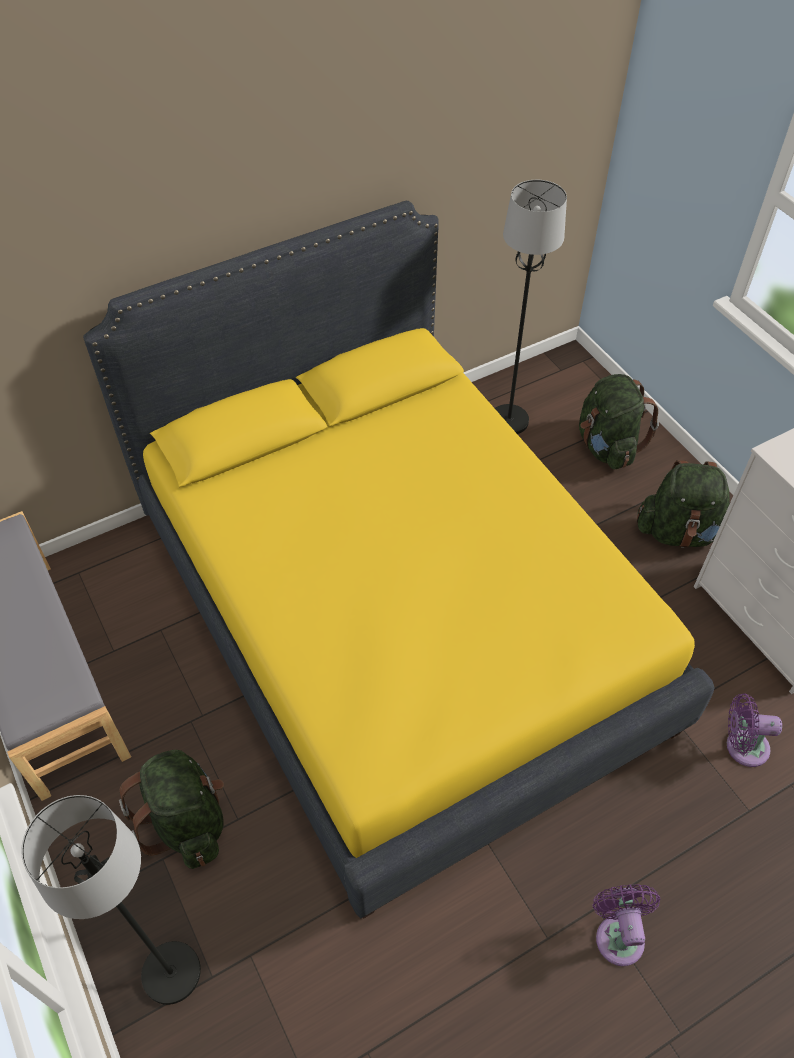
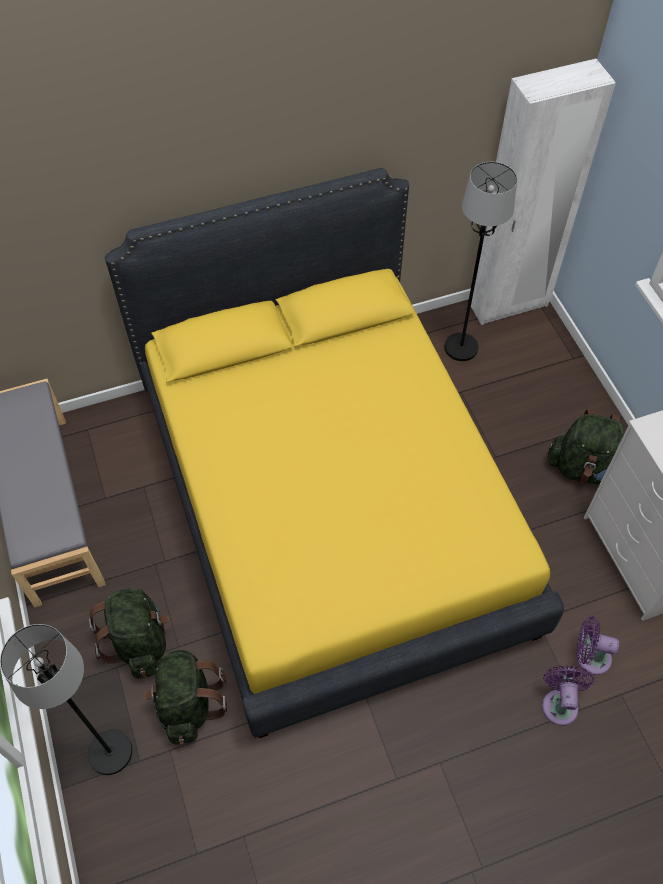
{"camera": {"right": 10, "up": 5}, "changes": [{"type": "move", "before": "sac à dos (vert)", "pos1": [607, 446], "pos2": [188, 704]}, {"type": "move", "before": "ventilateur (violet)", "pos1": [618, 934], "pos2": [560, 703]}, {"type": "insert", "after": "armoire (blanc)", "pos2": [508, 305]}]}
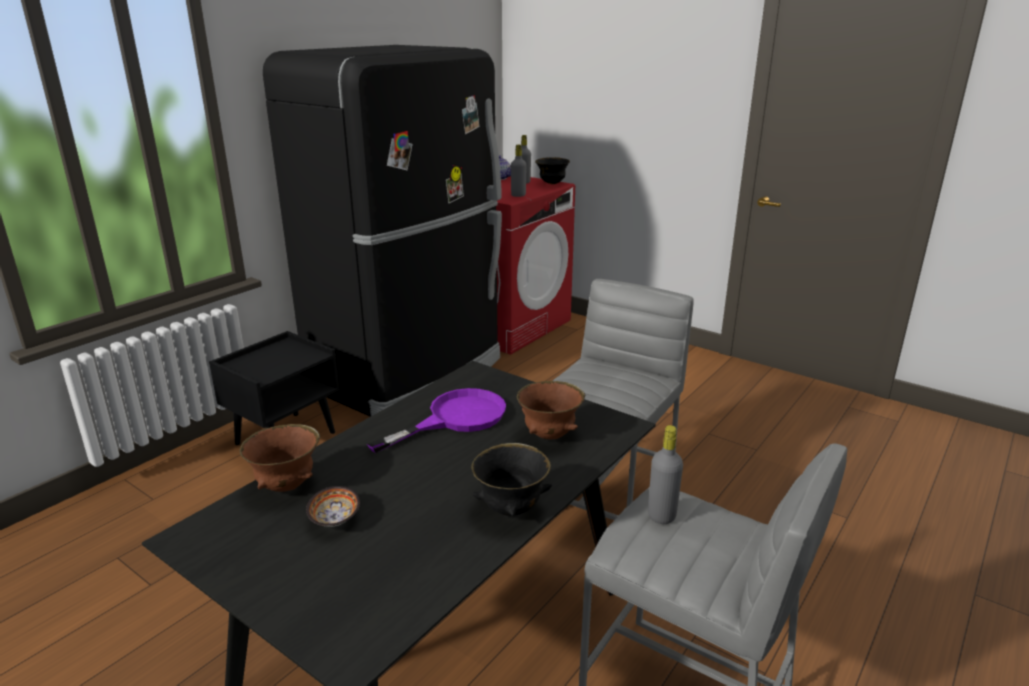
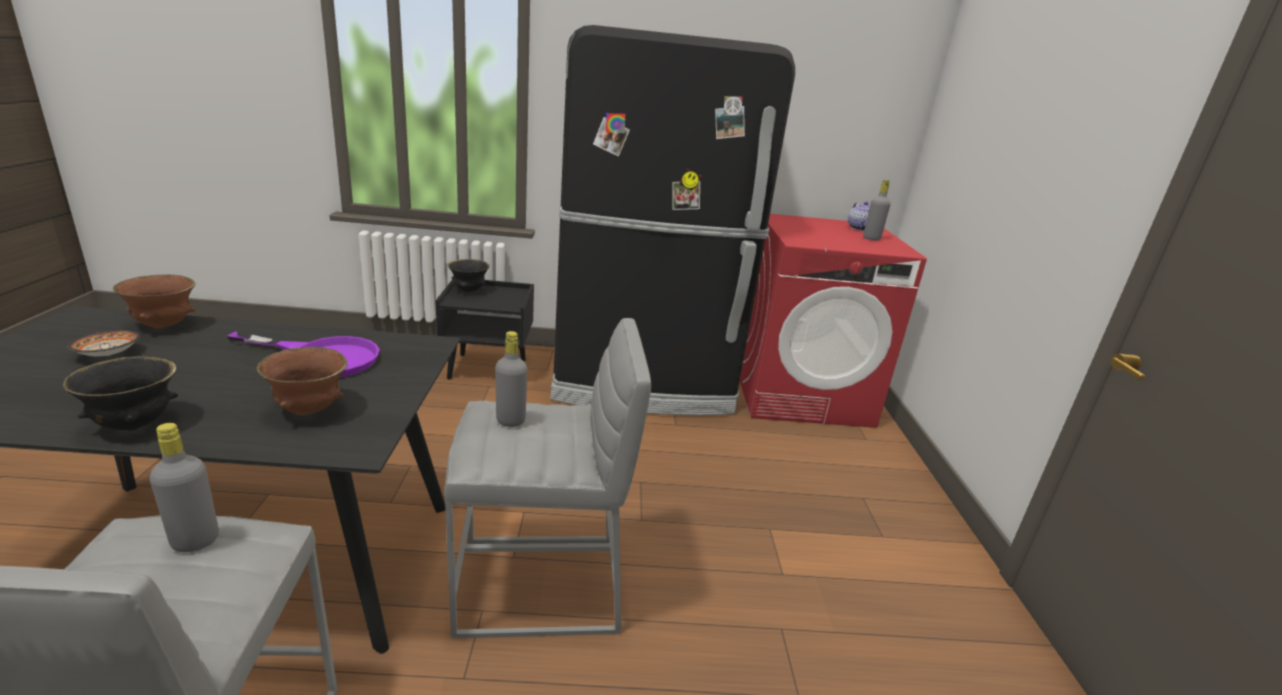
{"camera": {"right": 50, "up": 0}, "changes": [{"type": "move", "before": "bouteille (gris)", "pos1": [518, 195], "pos2": [510, 421]}, {"type": "move", "before": "bol (noir)", "pos1": [552, 183], "pos2": [469, 290]}]}
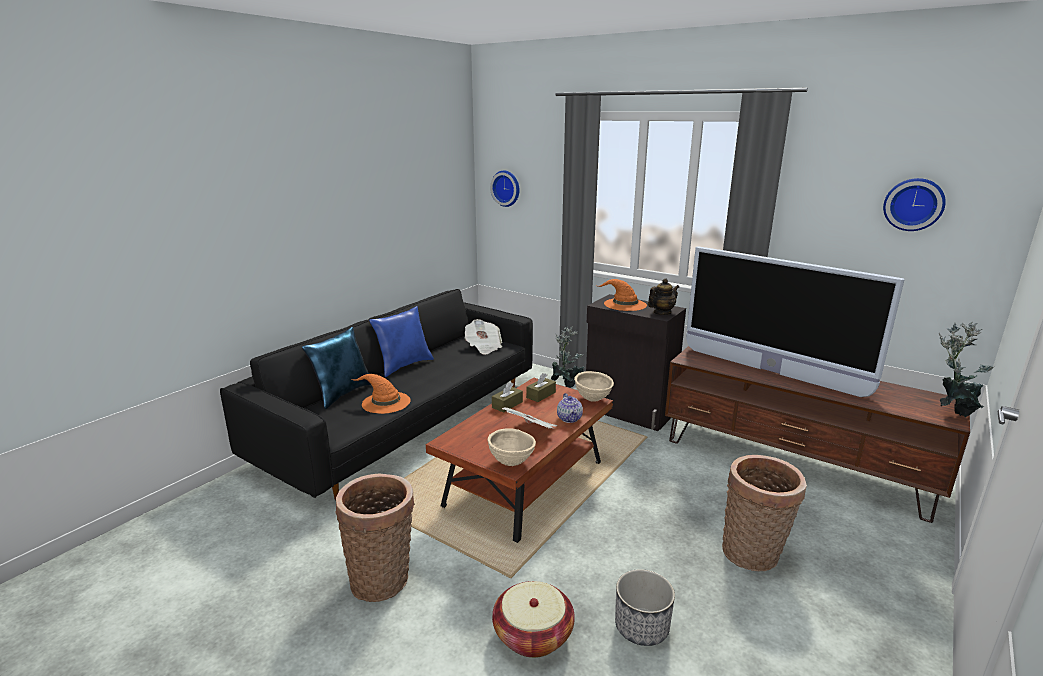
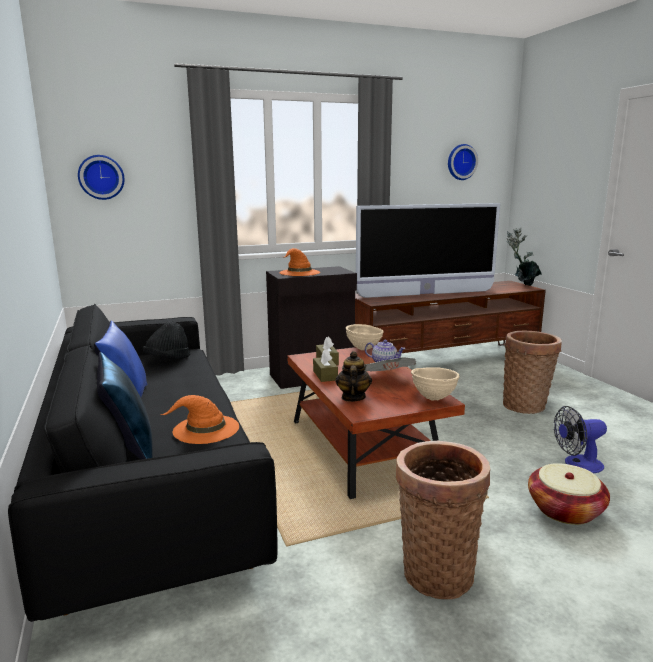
{"camera": {"right": -55, "up": -5}, "changes": [{"type": "move", "before": "théière", "pos1": [661, 313], "pos2": [353, 397]}, {"type": "replace", "before": "journal", "after": "chapeau (noir)", "pos1": [483, 347], "pos2": [167, 359]}, {"type": "delete", "before": "plante en pot", "pos1": [566, 385]}, {"type": "replace", "before": "cache-pot", "after": "ventilateur", "pos1": [641, 627], "pos2": [577, 465]}]}
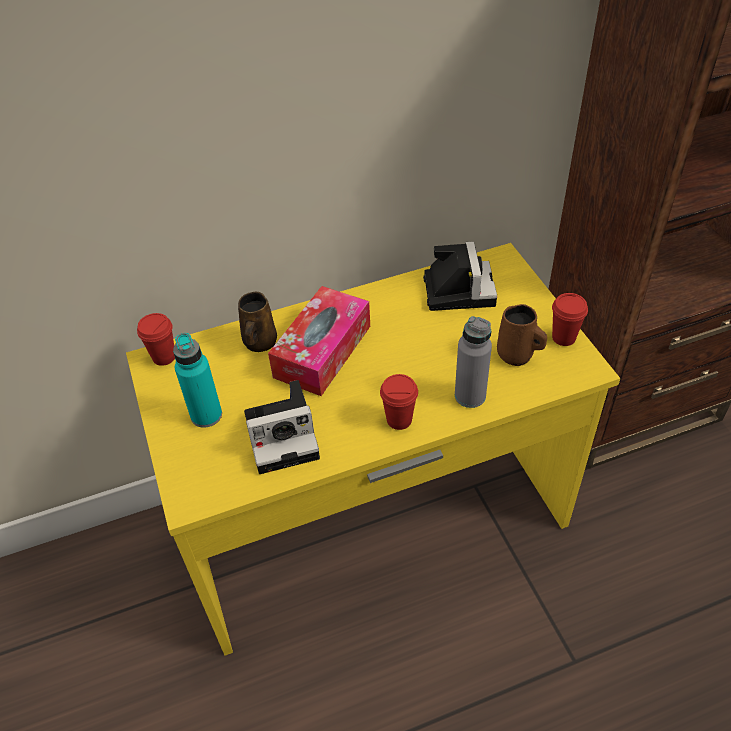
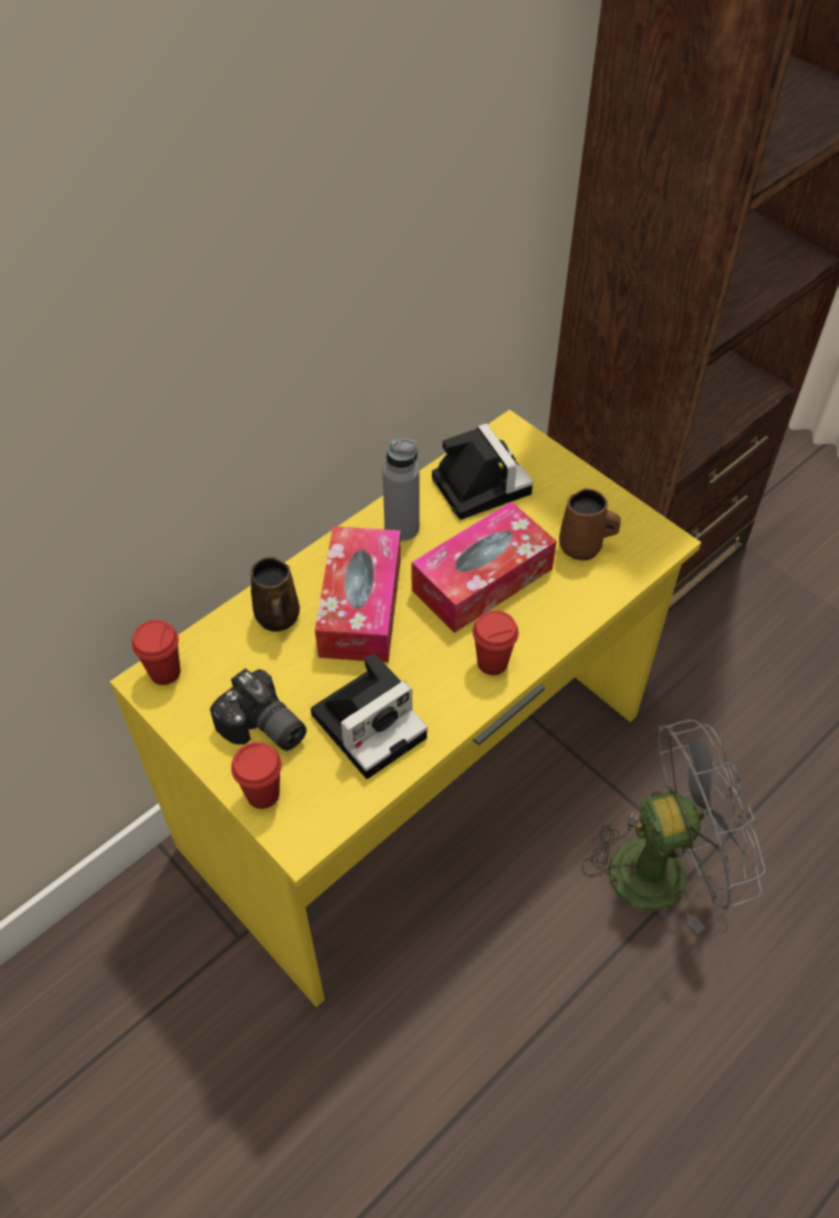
{"camera": {"right": -25, "up": 5}, "changes": [{"type": "move", "before": "tasse (rouge)", "pos1": [563, 337], "pos2": [263, 794]}, {"type": "move", "before": "bouteille (gris)", "pos1": [470, 396], "pos2": [402, 528]}, {"type": "replace", "before": "bouteille (turquoise)", "after": "appareil photo", "pos1": [206, 415], "pos2": [262, 729]}, {"type": "insert", "after": "boîte à mouchoirs", "pos2": [482, 579]}, {"type": "insert", "after": "ventilateur (gris)", "pos2": [663, 867]}]}
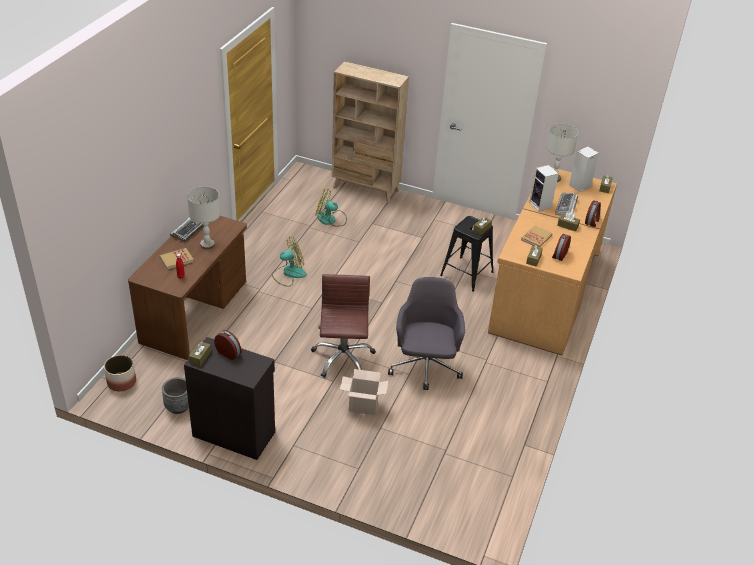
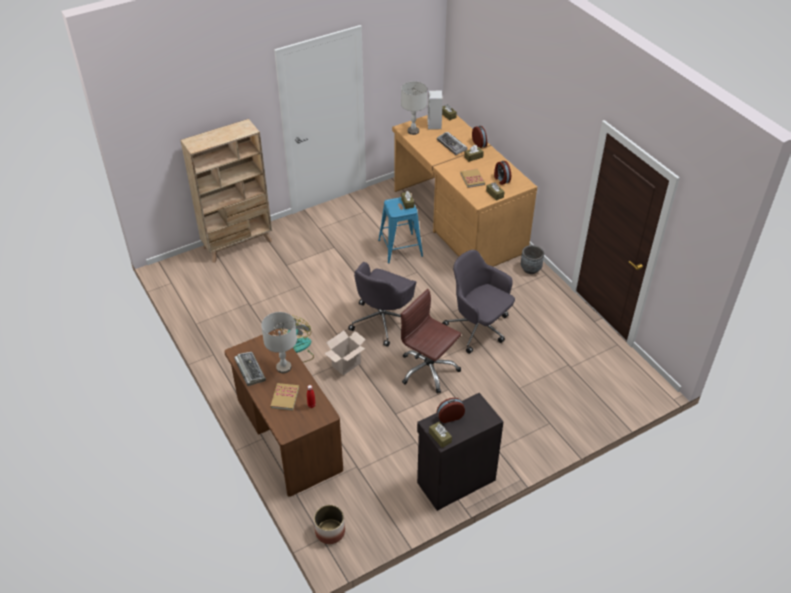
{"camera": {"right": -50, "up": 5}, "changes": [{"type": "delete", "before": "enceinte", "pos1": [541, 205]}, {"type": "delete", "before": "ventilateur", "pos1": [331, 219]}, {"type": "recolor", "before": "tabouret (noir)", "after": "tabouret (bleu)", "pos1": [466, 274], "pos2": [400, 248]}, {"type": "move", "before": "carton", "pos1": [362, 407], "pos2": [346, 365]}, {"type": "move", "before": "cache-pot (gris)", "pos1": [178, 407], "pos2": [530, 269]}, {"type": "insert", "after": "chaise de bureau (gris)", "pos2": [383, 320]}]}
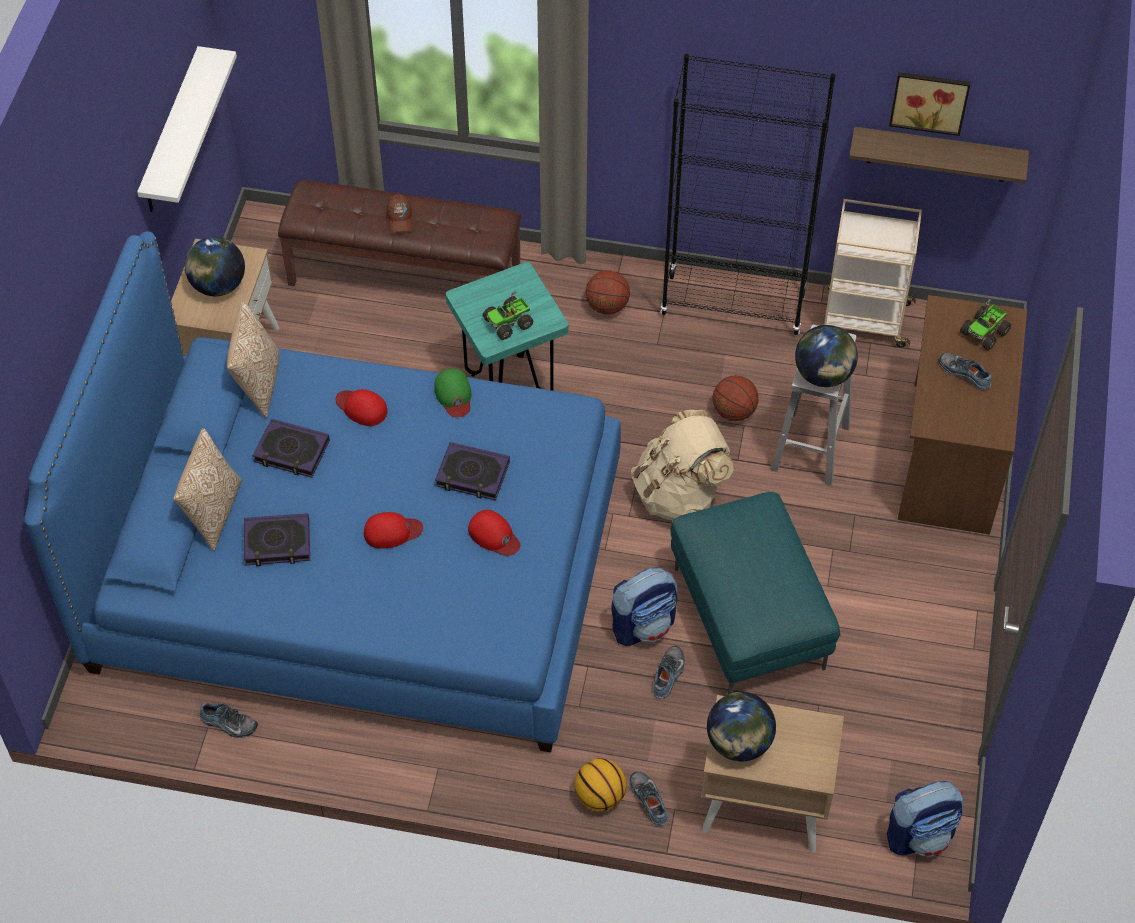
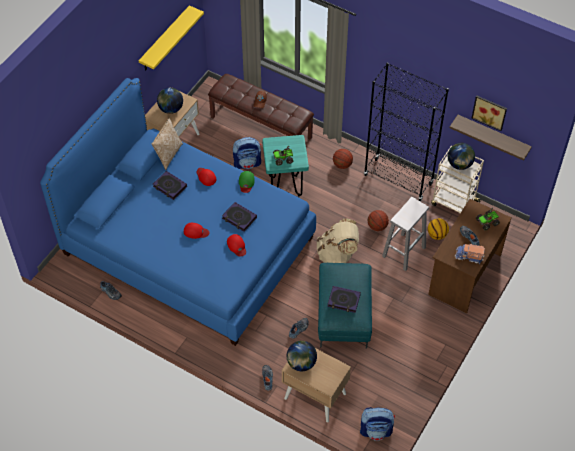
{"camera": {"right": 20, "up": 0}, "changes": [{"type": "recolor", "before": "étagère (blanc)", "after": "étagère (jaune)", "pos1": [171, 134], "pos2": [165, 39]}, {"type": "move", "before": "globe", "pos1": [823, 375], "pos2": [459, 164]}, {"type": "delete", "before": "coussin", "pos1": [213, 513]}, {"type": "move", "before": "livre", "pos1": [277, 543], "pos2": [343, 301]}, {"type": "move", "before": "sac à dos", "pos1": [644, 625], "pos2": [247, 163]}, {"type": "move", "before": "ballon de basket", "pos1": [600, 796], "pos2": [437, 235]}, {"type": "insert", "after": "camion jouet", "pos2": [469, 256]}]}
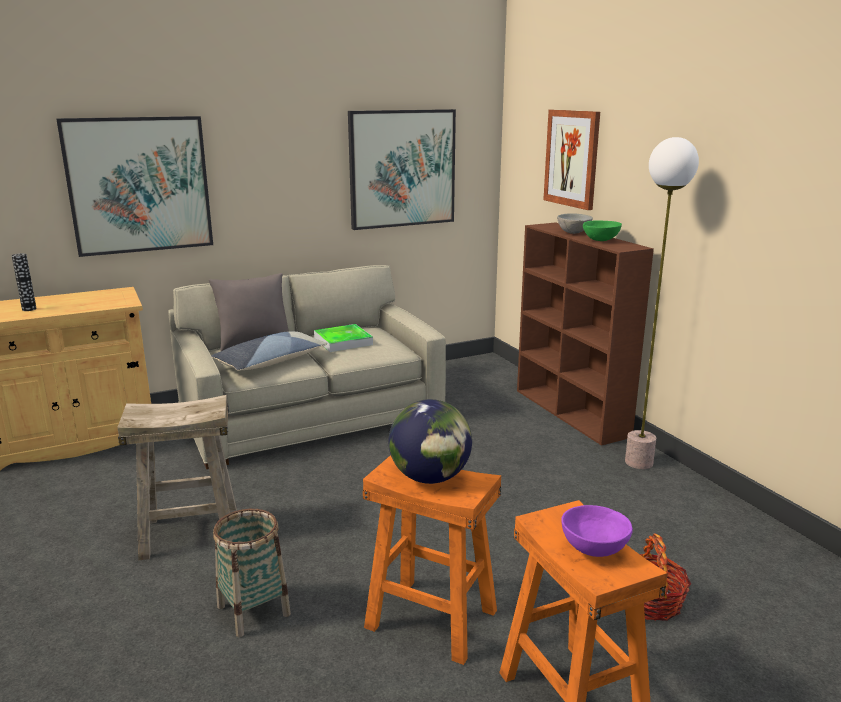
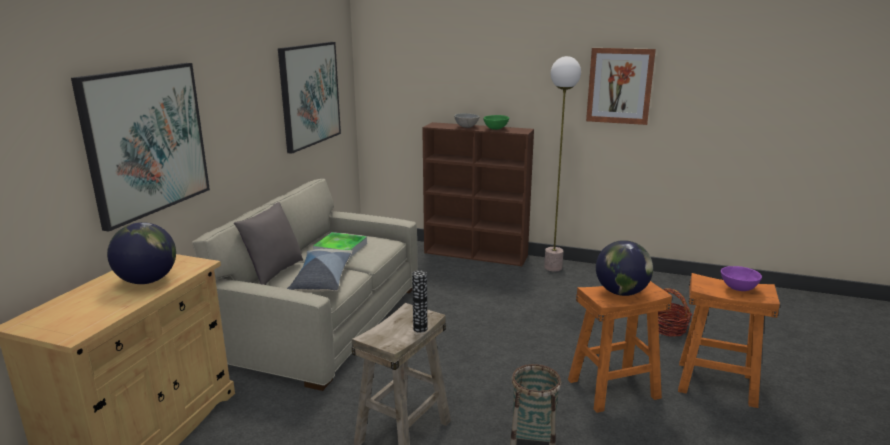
{"camera": {"right": -45, "up": 0}, "changes": [{"type": "move", "before": "tableau", "pos1": [572, 158], "pos2": [619, 86]}, {"type": "move", "before": "vase", "pos1": [29, 309], "pos2": [420, 329]}, {"type": "insert", "after": "globe", "pos2": [147, 281]}]}
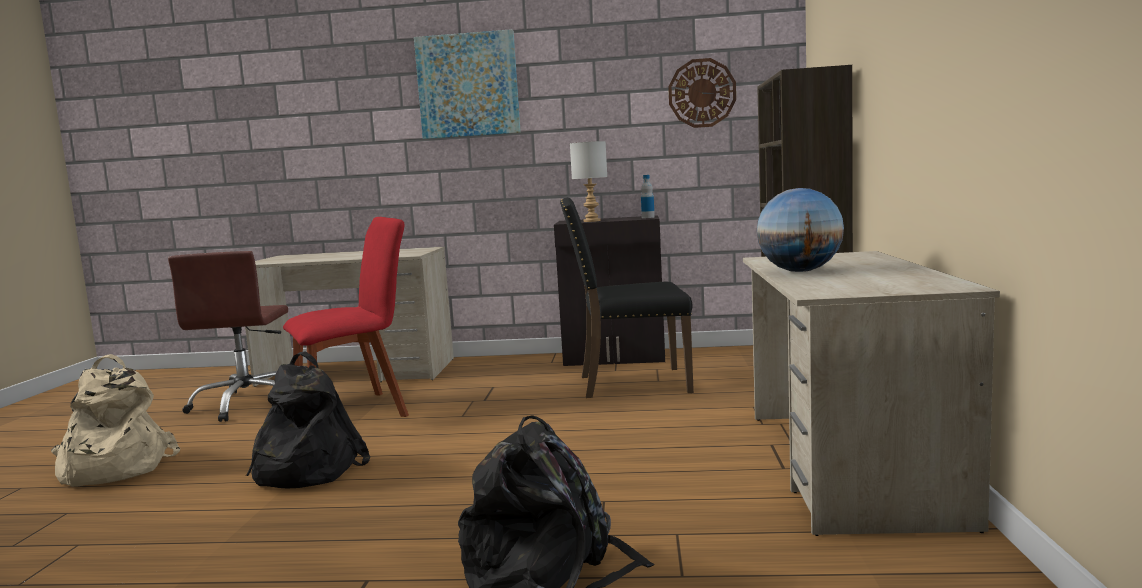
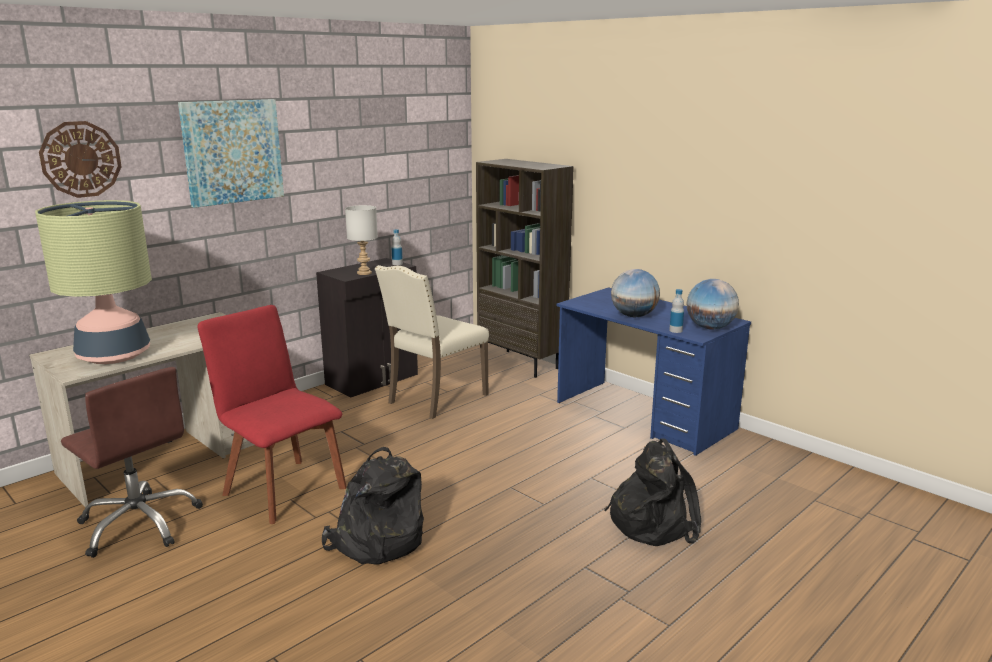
{"camera": {"right": -50, "up": 10}, "changes": [{"type": "move", "before": "horloge murale", "pos1": [702, 93], "pos2": [81, 159]}, {"type": "recolor", "before": "chaise (noir)", "after": "chaise (beige)", "pos1": [630, 383], "pos2": [435, 398]}, {"type": "rotate", "before": "chaise (rouge)", "pos1": [357, 411], "pos2": [282, 488], "turn": -60}, {"type": "recolor", "before": "bureau (beige)", "after": "bureau (bleu)", "pos1": [847, 465], "pos2": [644, 416]}, {"type": "delete", "before": "sac à dos (beige)", "pos1": [112, 469]}, {"type": "insert", "after": "lampe de table", "pos2": [114, 355]}, {"type": "insert", "after": "globe", "pos2": [710, 328]}, {"type": "insert", "after": "bouteille", "pos2": [675, 330]}]}
